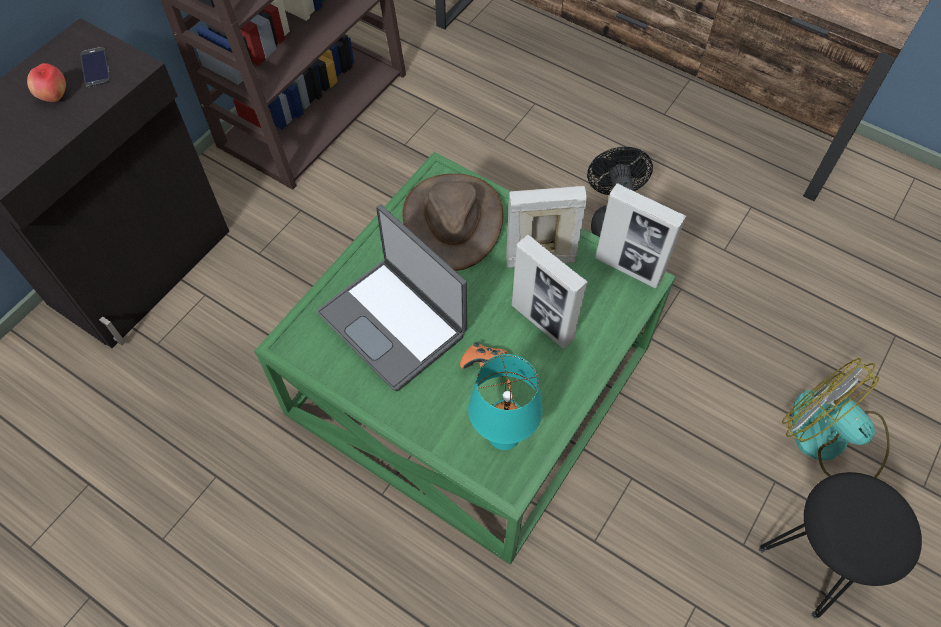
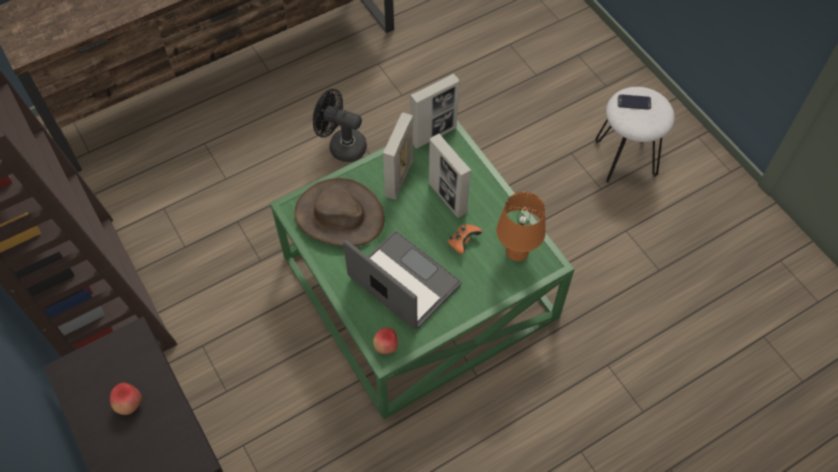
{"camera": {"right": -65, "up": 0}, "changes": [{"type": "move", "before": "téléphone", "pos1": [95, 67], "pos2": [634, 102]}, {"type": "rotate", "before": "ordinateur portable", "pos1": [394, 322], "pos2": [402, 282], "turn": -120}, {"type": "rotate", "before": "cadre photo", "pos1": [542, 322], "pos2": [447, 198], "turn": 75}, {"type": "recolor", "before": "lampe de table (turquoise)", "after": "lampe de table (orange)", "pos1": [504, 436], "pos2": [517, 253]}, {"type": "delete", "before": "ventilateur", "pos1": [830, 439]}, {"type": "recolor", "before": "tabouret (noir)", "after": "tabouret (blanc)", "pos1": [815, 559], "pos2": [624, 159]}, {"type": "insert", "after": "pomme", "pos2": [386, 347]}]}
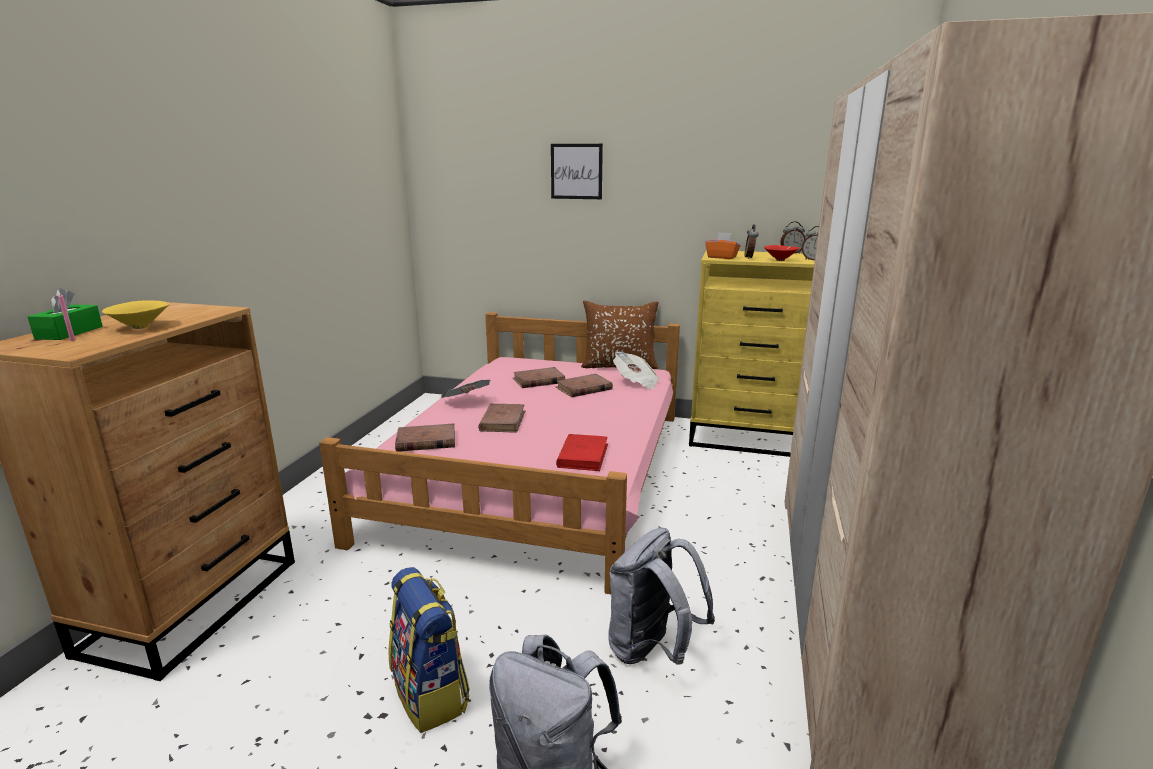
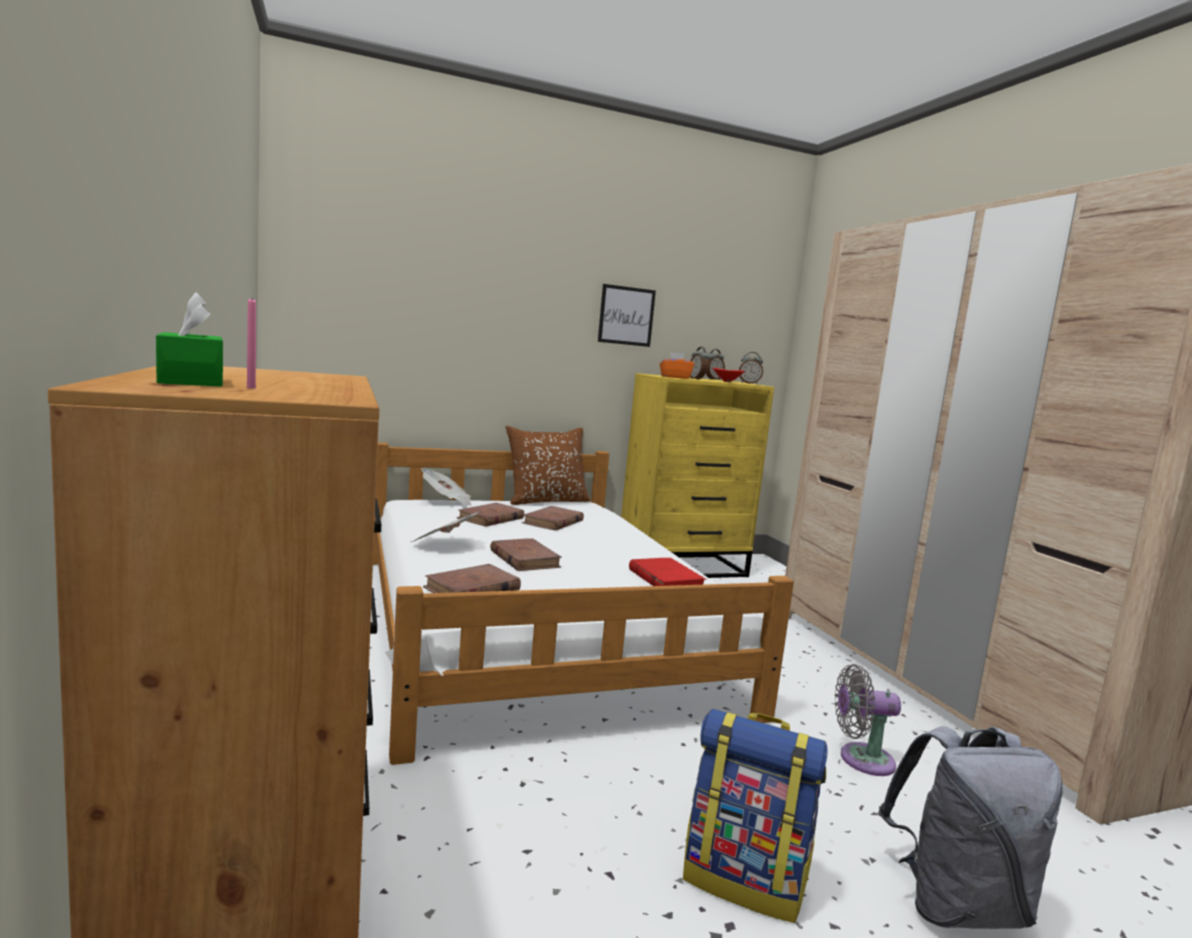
{"camera": {"right": -35, "up": -10}, "changes": [{"type": "move", "before": "tableau", "pos1": [576, 171], "pos2": [626, 316]}, {"type": "delete", "before": "bol (jaune)", "pos1": [142, 327]}, {"type": "recolor", "before": "lit (rose)", "after": "lit (blanc)", "pos1": [539, 471], "pos2": [531, 626]}, {"type": "move", "before": "journal", "pos1": [636, 382], "pos2": [447, 501]}, {"type": "replace", "before": "sac à dos (gris)", "after": "ventilateur (gris)", "pos1": [652, 650], "pos2": [861, 759]}]}
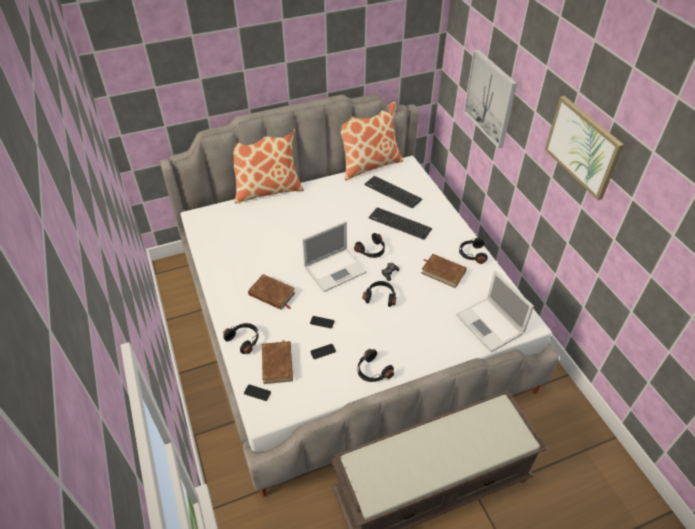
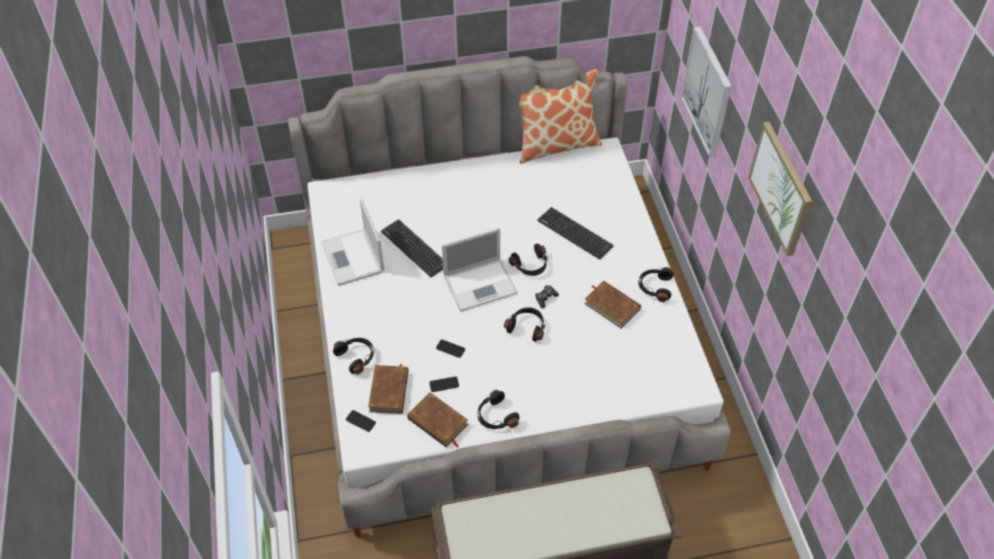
{"camera": {"right": 10, "up": 5}, "changes": [{"type": "delete", "before": "coussin", "pos1": [267, 190]}, {"type": "move", "before": "clavier", "pos1": [392, 192], "pos2": [414, 248]}, {"type": "move", "before": "ordinateur portable", "pos1": [490, 325], "pos2": [353, 258]}, {"type": "move", "before": "livre (marron)", "pos1": [272, 294], "pos2": [437, 422]}]}
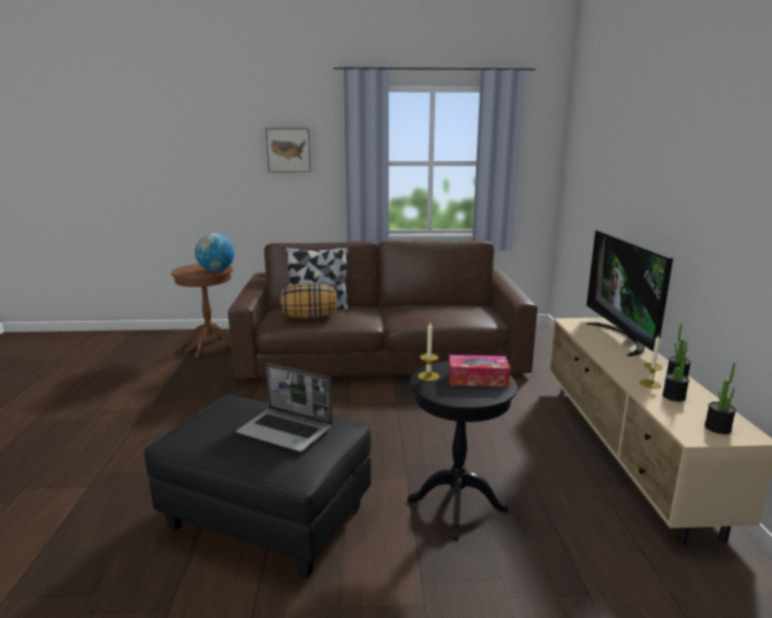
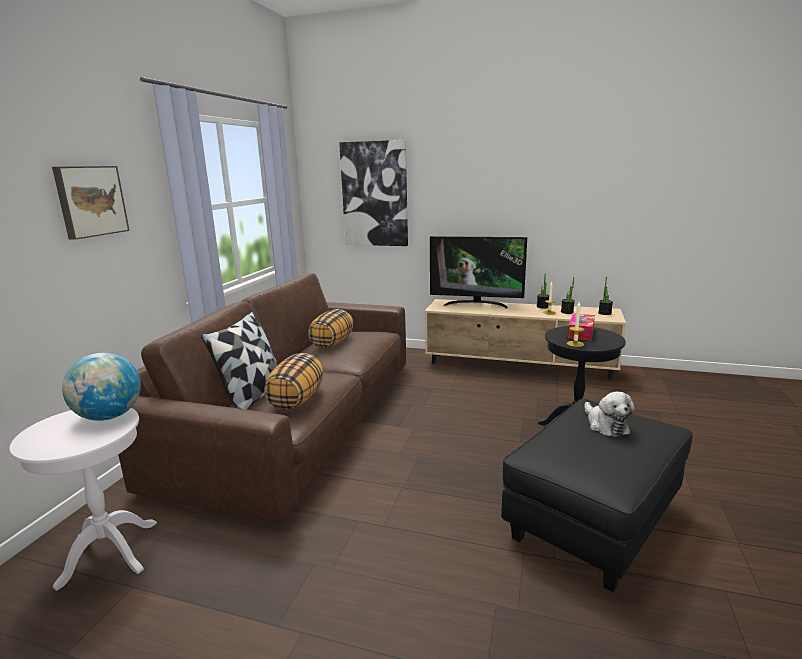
{"camera": {"right": -70, "up": 0}, "changes": [{"type": "recolor", "before": "table d'appoint (marron)", "after": "table d'appoint (blanc)", "pos1": [210, 346], "pos2": [109, 553]}, {"type": "replace", "before": "ordinateur portable", "after": "peluche", "pos1": [286, 431], "pos2": [605, 425]}, {"type": "insert", "after": "tableau", "pos2": [375, 194]}, {"type": "insert", "after": "coussin", "pos2": [332, 343]}]}
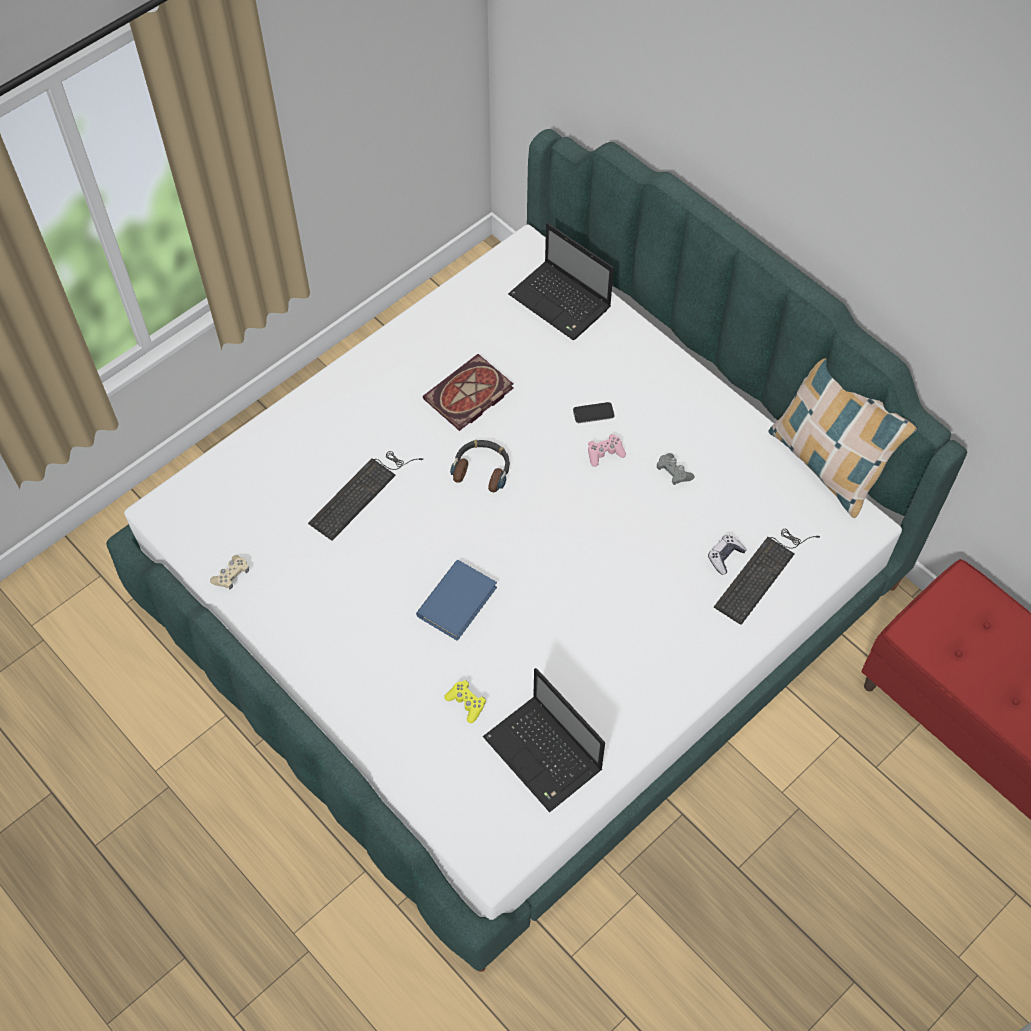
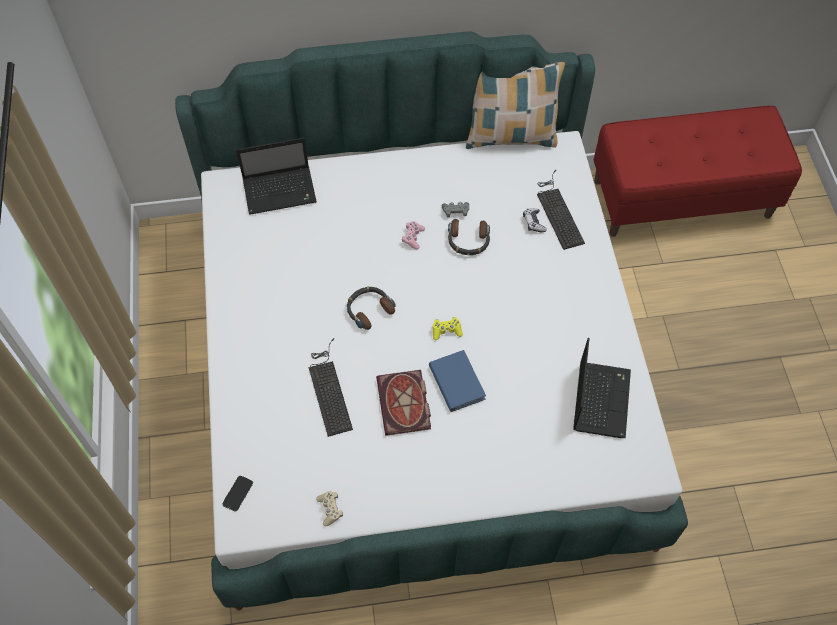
{"camera": {"right": -55, "up": 0}, "changes": [{"type": "move", "before": "livre", "pos1": [468, 396], "pos2": [405, 405]}, {"type": "move", "before": "téléphone", "pos1": [593, 413], "pos2": [238, 493]}, {"type": "rotate", "before": "ordinateur portable", "pos1": [545, 755], "pos2": [600, 398], "turn": -75}, {"type": "move", "before": "manette (jaune)", "pos1": [466, 703], "pos2": [446, 331]}, {"type": "insert", "after": "casque audio", "pos2": [468, 241]}]}
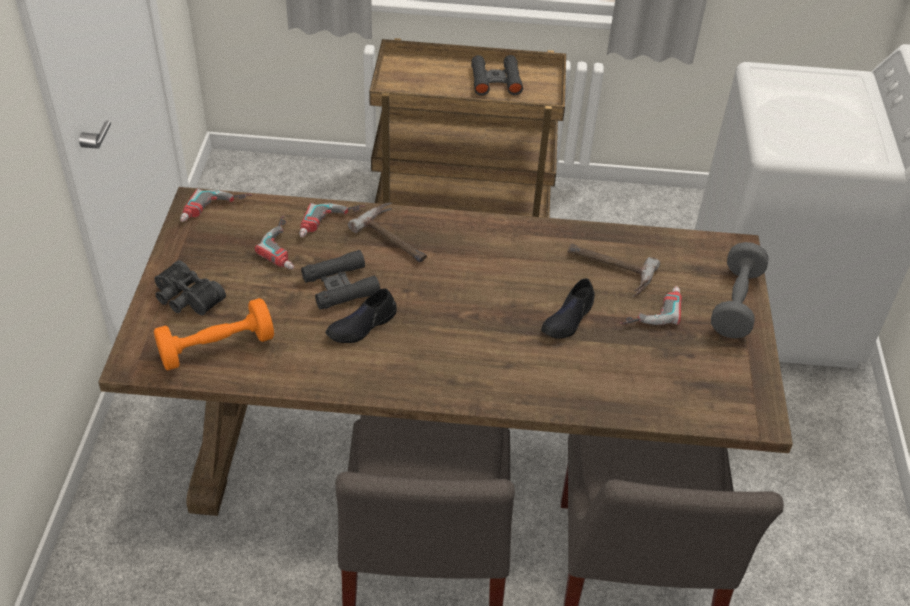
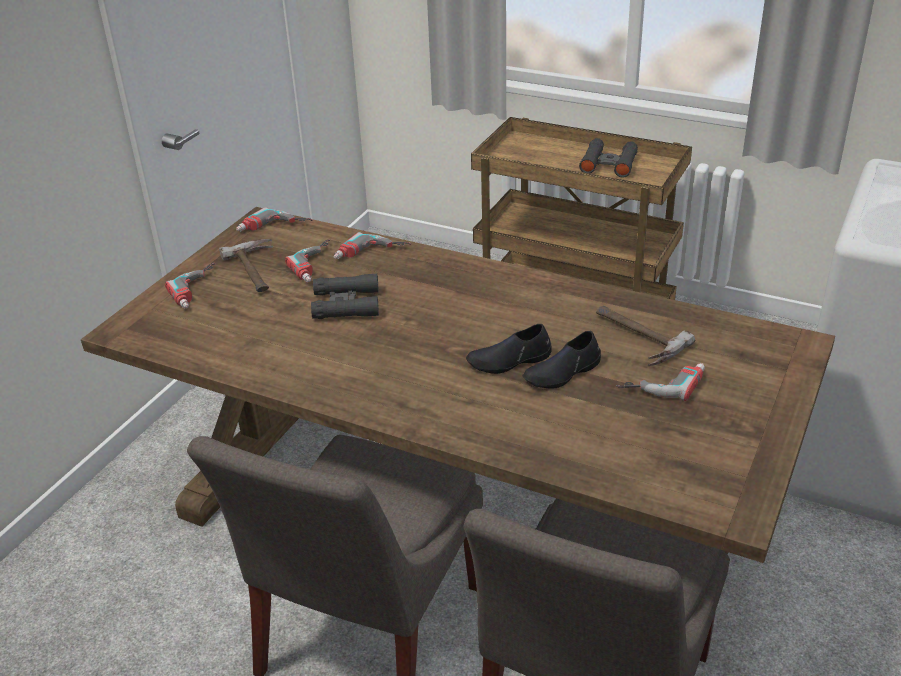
{"camera": {"right": 25, "up": -10}, "changes": [{"type": "move", "before": "marteau", "pos1": [396, 237], "pos2": [258, 270]}, {"type": "delete", "before": "haltère (gris)", "pos1": [735, 303]}, {"type": "replace", "before": "jumelles (noir)", "after": "perceuse", "pos1": [186, 299], "pos2": [200, 290]}, {"type": "move", "before": "chaussure (noir)", "pos1": [362, 325], "pos2": [509, 360]}, {"type": "delete", "before": "haltère (orange)", "pos1": [217, 348]}]}
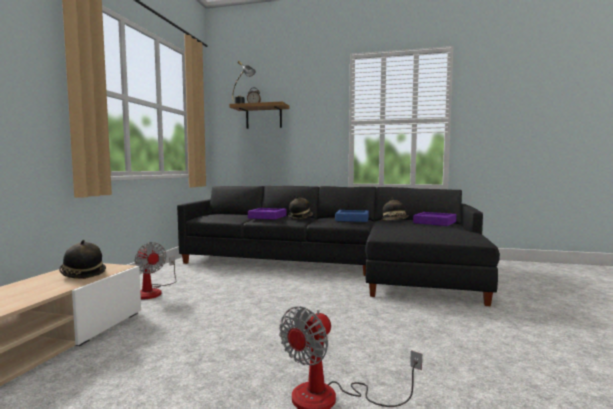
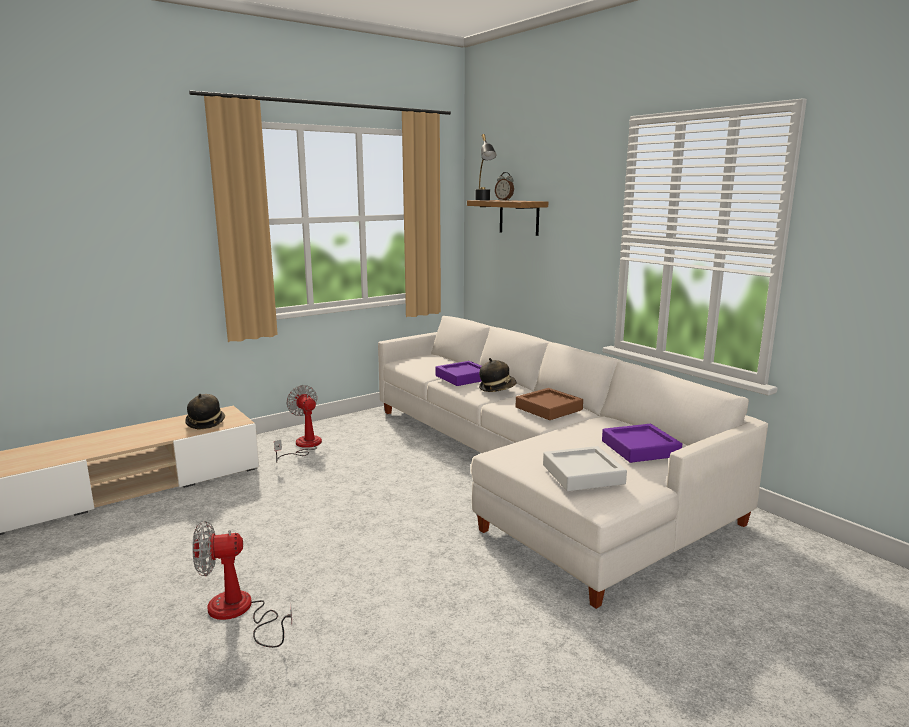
{"camera": {"right": 40, "up": 10}, "changes": [{"type": "recolor", "before": "canapé (noir)", "after": "canapé (blanc)", "pos1": [337, 267], "pos2": [534, 471]}, {"type": "delete", "before": "chapeau", "pos1": [395, 222]}, {"type": "recolor", "before": "plateau (bleu)", "after": "plateau (marron)", "pos1": [352, 219], "pos2": [548, 409]}, {"type": "rotate", "before": "ventilateur", "pos1": [153, 291], "pos2": [303, 446], "turn": 150}, {"type": "insert", "after": "plateau (gris)", "pos2": [583, 474]}]}
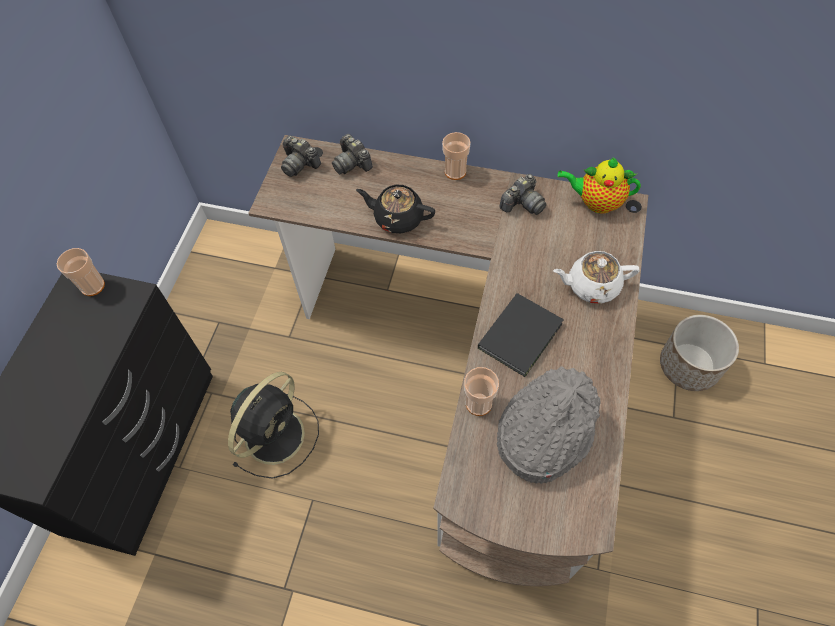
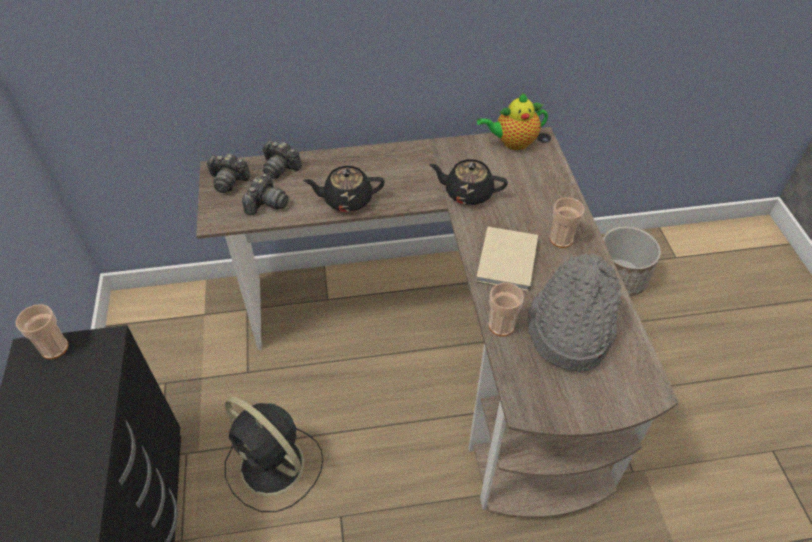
{"camera": {"right": -25, "up": -10}, "changes": [{"type": "move", "before": "tasse", "pos1": [455, 172], "pos2": [561, 239]}, {"type": "move", "before": "appareil photo", "pos1": [522, 204], "pos2": [266, 204]}, {"type": "delete", "before": "théière (blanc)", "pos1": [591, 286]}, {"type": "recolor", "before": "livre (noir)", "after": "livre (beige)", "pos1": [522, 335], "pos2": [508, 259]}, {"type": "rotate", "before": "ventilateur (noir)", "pos1": [276, 433], "pos2": [274, 467], "turn": 120}, {"type": "insert", "after": "théière (noir)", "pos2": [467, 193]}]}
